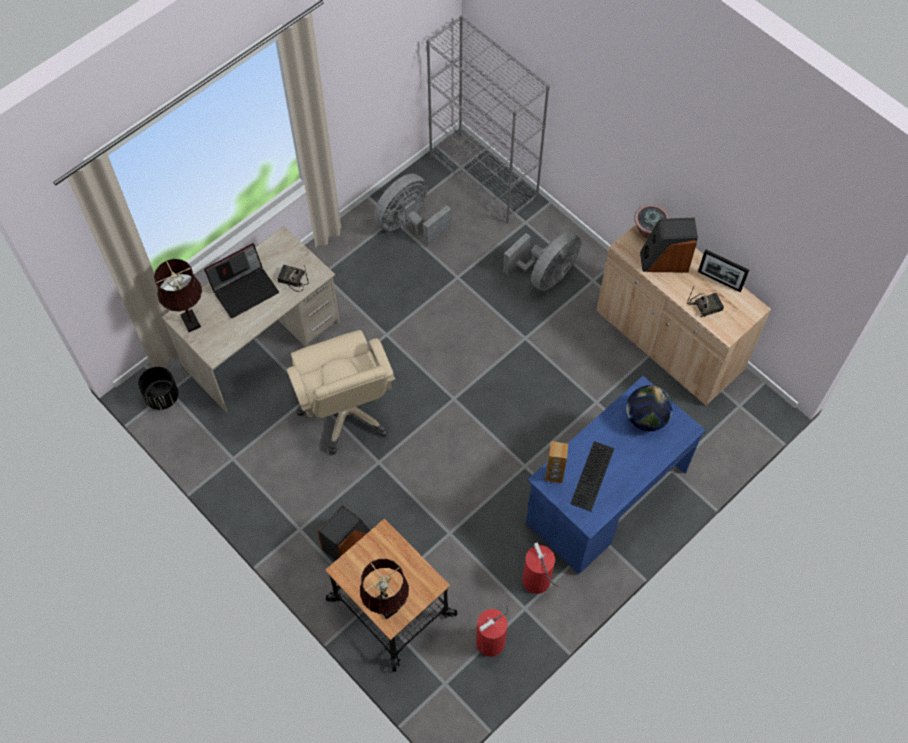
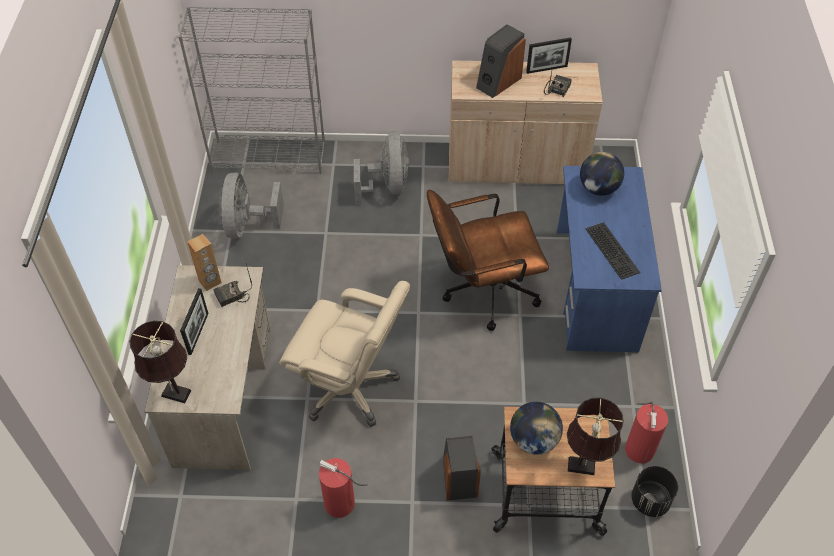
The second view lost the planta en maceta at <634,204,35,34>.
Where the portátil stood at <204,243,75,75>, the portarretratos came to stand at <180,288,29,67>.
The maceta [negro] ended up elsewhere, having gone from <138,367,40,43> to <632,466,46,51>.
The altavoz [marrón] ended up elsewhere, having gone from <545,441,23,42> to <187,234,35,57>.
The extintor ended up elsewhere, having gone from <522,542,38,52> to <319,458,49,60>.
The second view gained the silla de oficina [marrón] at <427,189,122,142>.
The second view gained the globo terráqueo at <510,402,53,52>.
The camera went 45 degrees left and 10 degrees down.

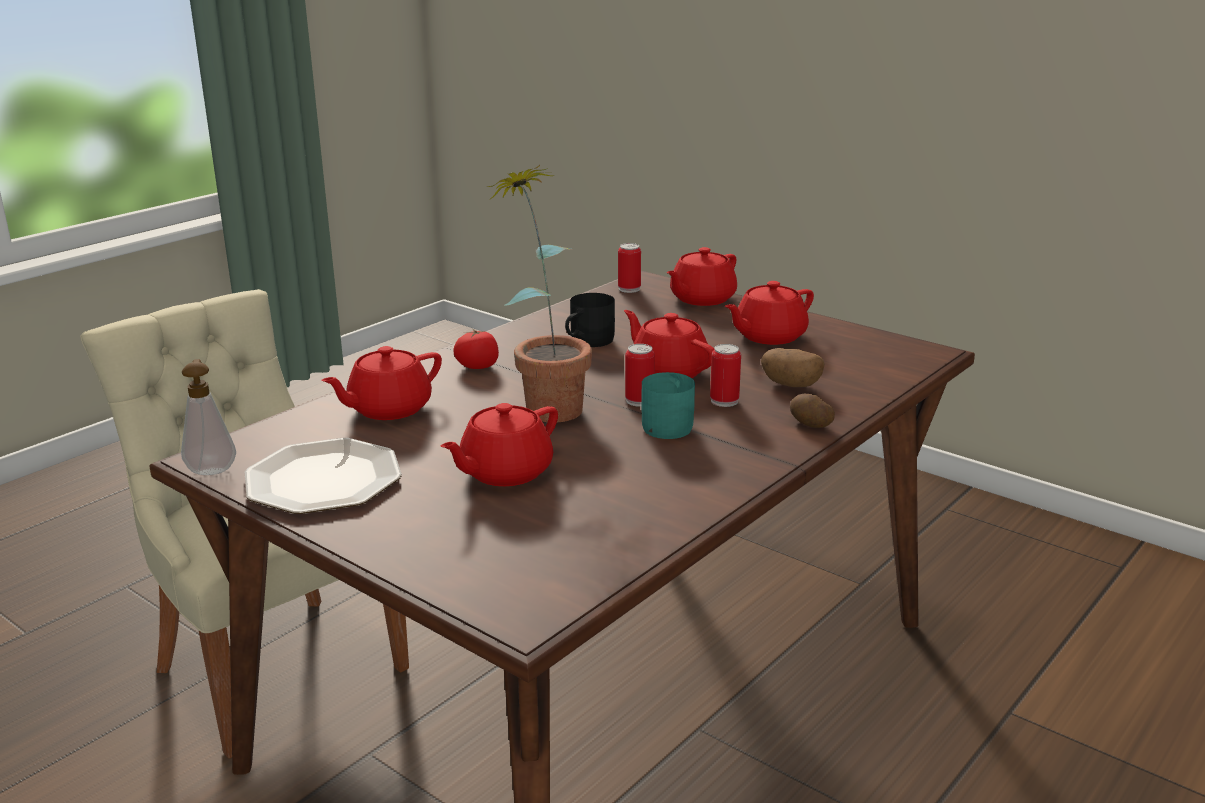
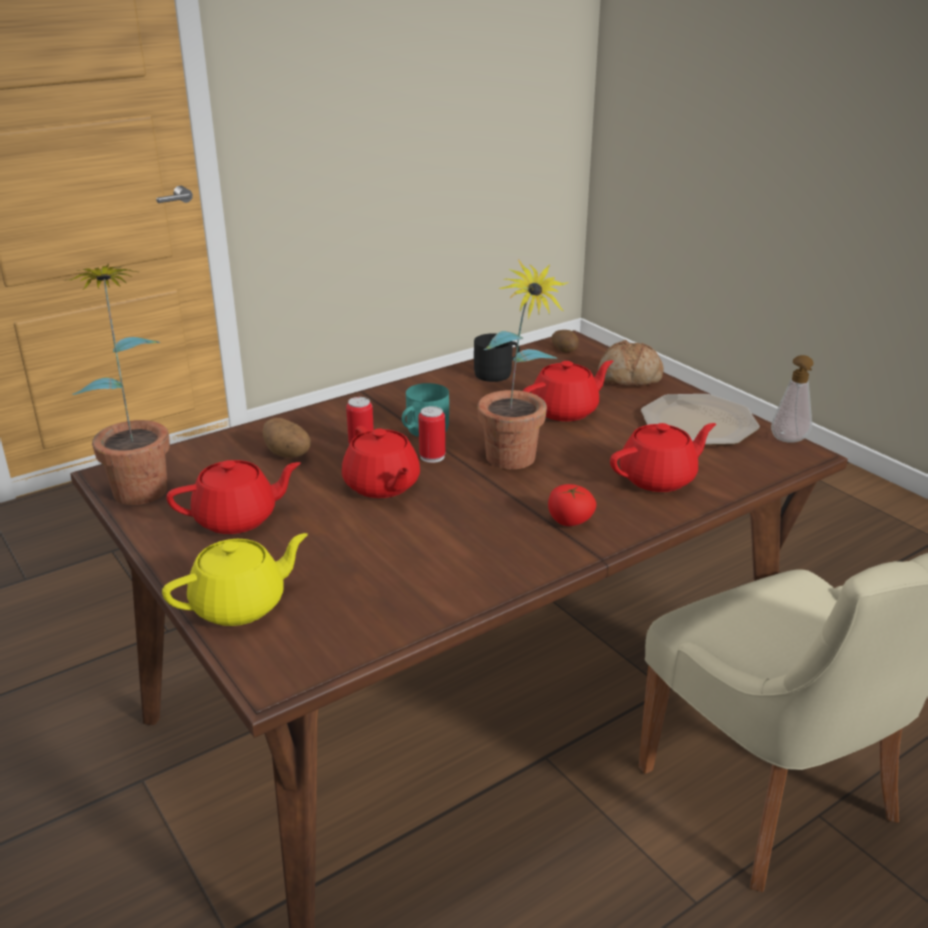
The second view lost the lata at <618,243,23,50>.
What was the tetera [rojo] at <666,247,71,59> turned into the tetera [amarillo] at <162,533,146,93>.
The taza grande [negro] ended up elsewhere, having gone from <565,293,50,54> to <474,333,46,49>.
The patata ended up elsewhere, having gone from <790,394,45,34> to <551,330,28,23>.
The second view gained the planta en maceta at <70,264,100,241>.
The second view gained the pan at <598,340,66,46>.
The camera went 165 degrees left and 5 degrees up.

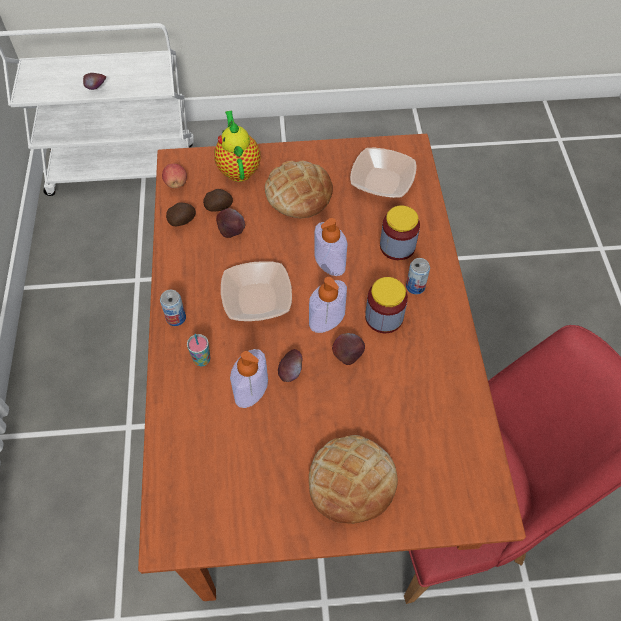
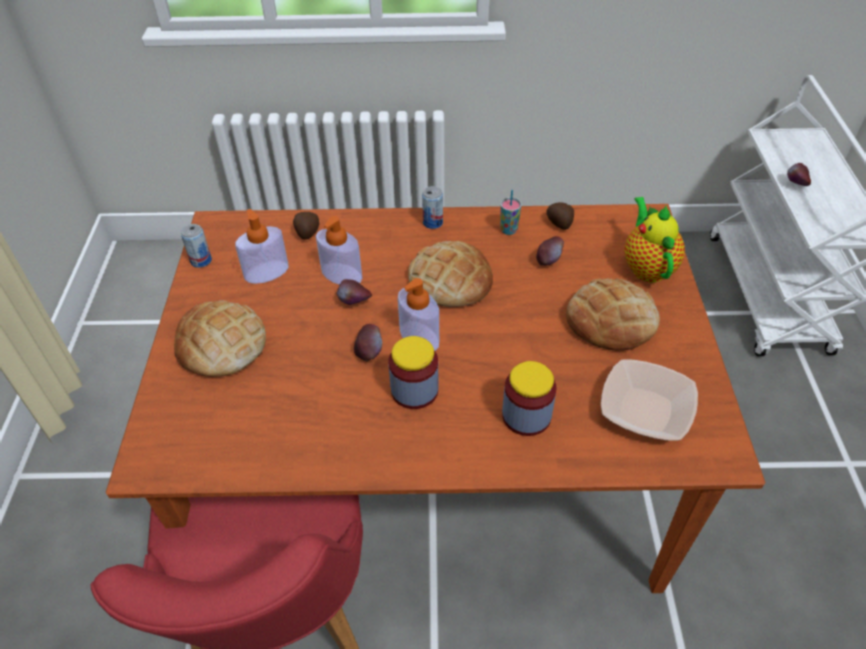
The tetera at <214,111,47,71> ended up facing another way, 90 degrees counterclockwise from before.
The second view lost the manzana at <162,164,25,24>.
The patata ended up elsewhere, having gone from <203,189,30,22> to <293,212,26,28>.
The dispensador de jabón ended up elsewhere, having gone from <314,218,33,58> to <235,209,54,75>.
The lata ended up elsewhere, having gone from <406,258,24,36> to <181,224,31,44>.
Where the cuenco stood at <221,261,71,60>, the pan came to stand at <408,241,85,66>.
The taza ended up elsewhere, having gone from <187,334,23,32> to <500,190,22,45>.
The camera went 95 degrees right and 10 degrees down.

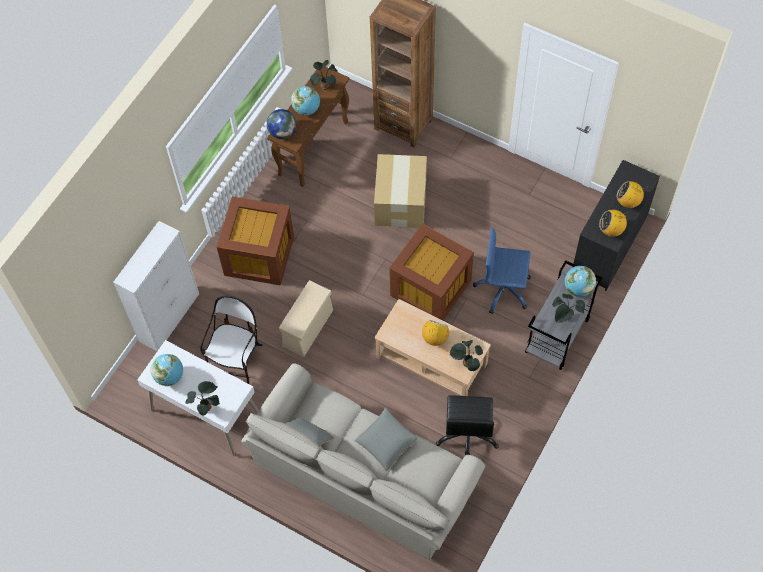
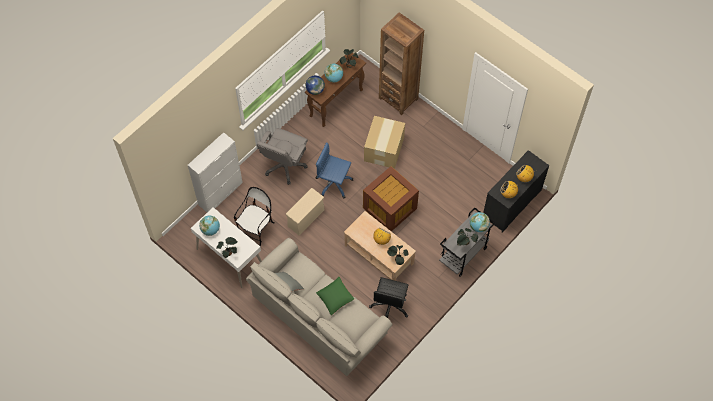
Where the caja de almacenaje [marrón] stood at <217,196,77,90>, the silla de oficina [gris] came to stand at <257,128,51,57>.
The silla de oficina [azul] ended up elsewhere, having gone from <473,228,58,86> to <316,142,37,57>.
What was the cojín [gris] at <355,408,62,63> turned into the cojín [verde] at <316,277,38,38>.
The camera went 10 degrees right and 0 degrees up.

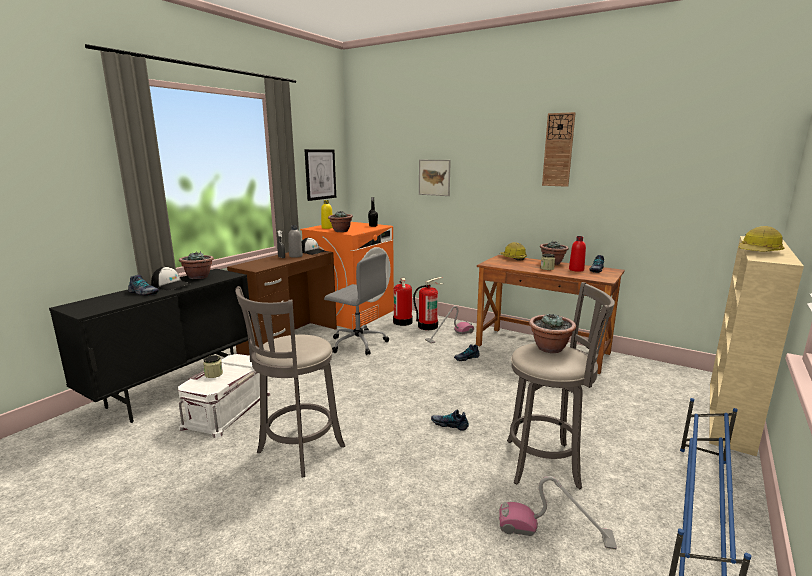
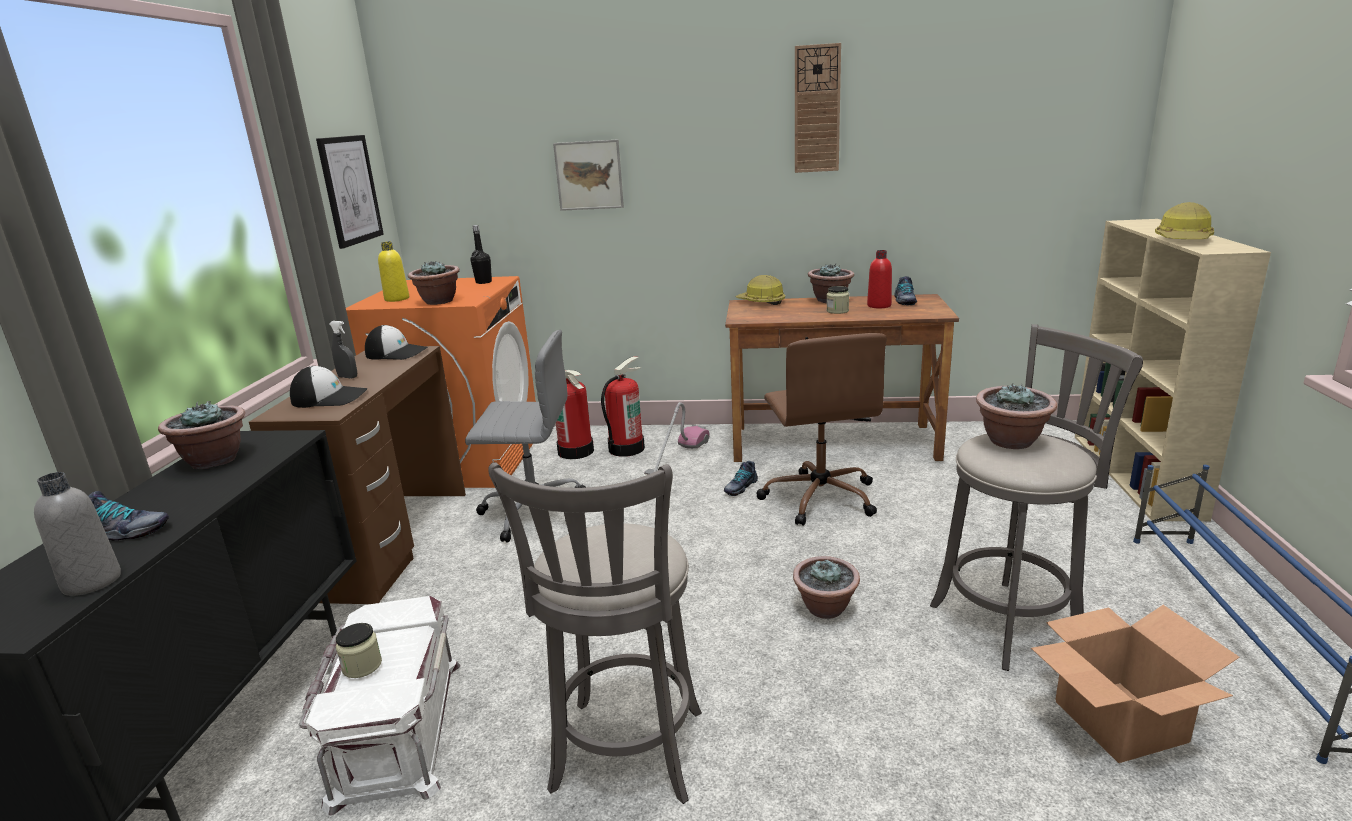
The botella [gris] ended up elsewhere, having gone from <288,225,15,33> to <34,472,87,124>.
The gorra ended up elsewhere, having gone from <151,267,39,23> to <290,366,77,42>.
Where the zapato stood at <431,410,38,21>, the planta en maceta came to stand at <793,556,67,63>.
Where the aspiradora stood at <499,476,118,74>, the caja de cartón came to stand at <1031,605,209,158>.
The second view gained the silla de oficina [marrón] at <756,333,130,193>.
The camera went 25 degrees left and 5 degrees up.

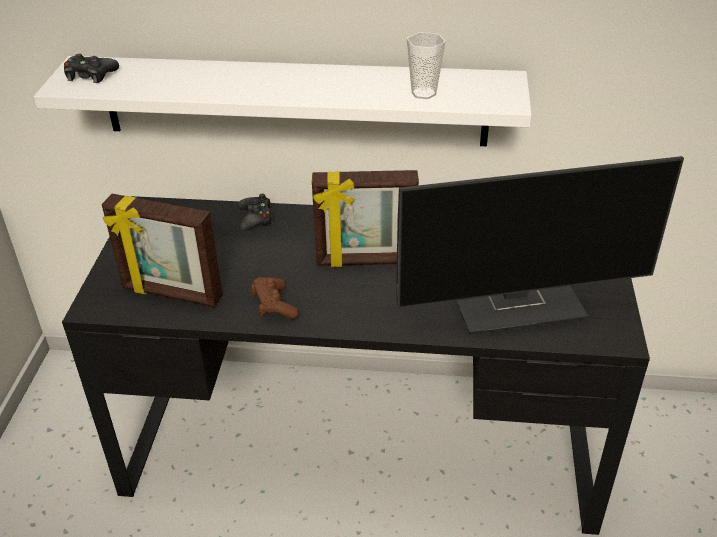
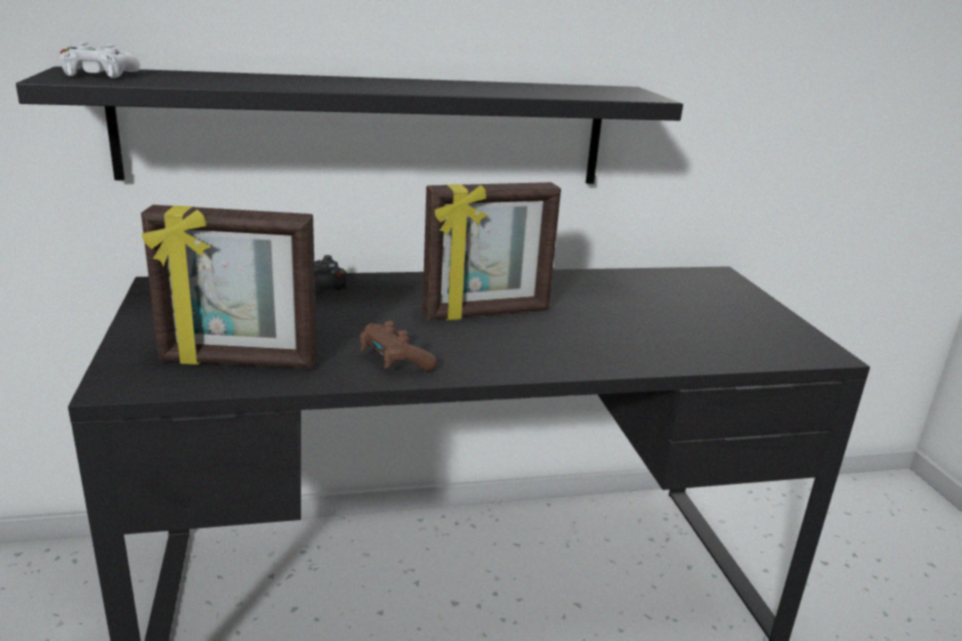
The second view lost the taza at <407,32,39,67>.
What was the mando de consola [negro] at <64,54,55,29> turned into the mando de consola [blanco] at <60,42,80,36>.
What was the estante [blanco] at <34,56,498,90> turned into the estante [negro] at <16,66,667,118>.
The second view lost the monitor at <396,156,288,178>.
The camera went 20 degrees left and 15 degrees down.

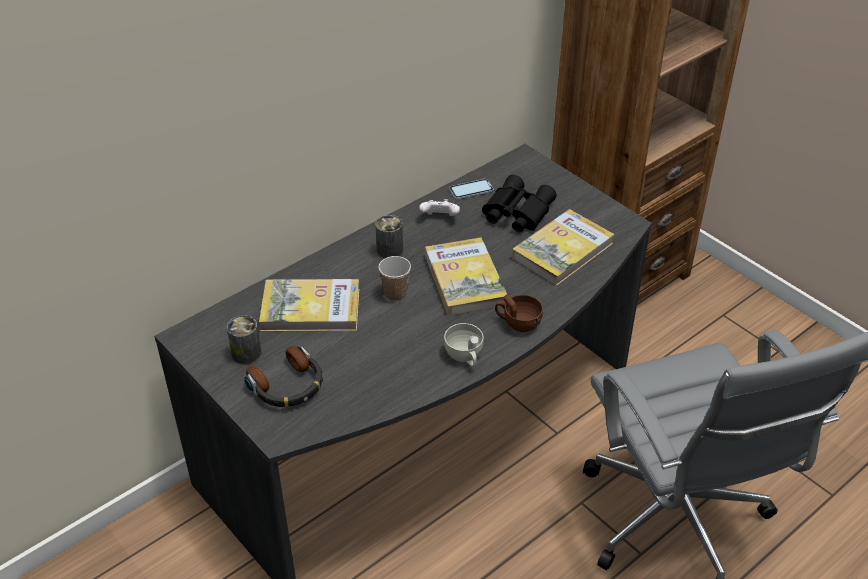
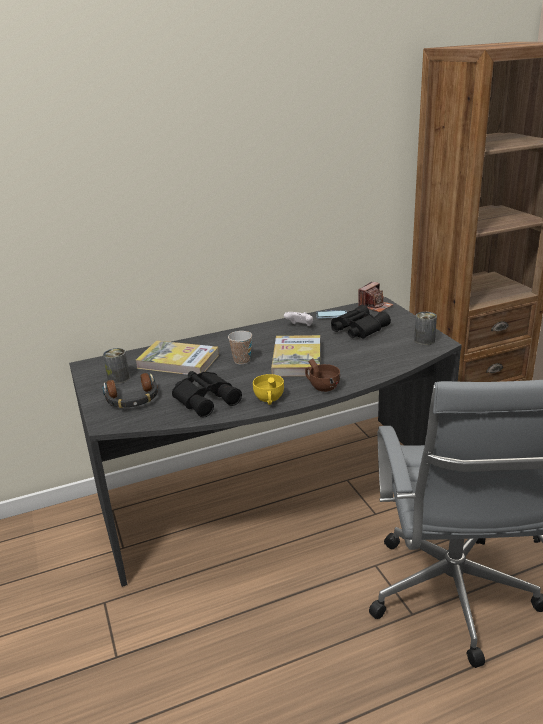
The second view lost the libro at <512,209,103,77>.
The lata ended up elsewhere, having gone from <375,215,28,44> to <414,312,23,33>.
What was the taza [blanco] at <444,323,40,44> turned into the taza [amarillo] at <253,374,31,31>.
The second view gained the cámara at <358,282,36,30>.
The second view gained the prismáticos [negro] at <172,371,70,46>.
The camera went 20 degrees right and 15 degrees down.

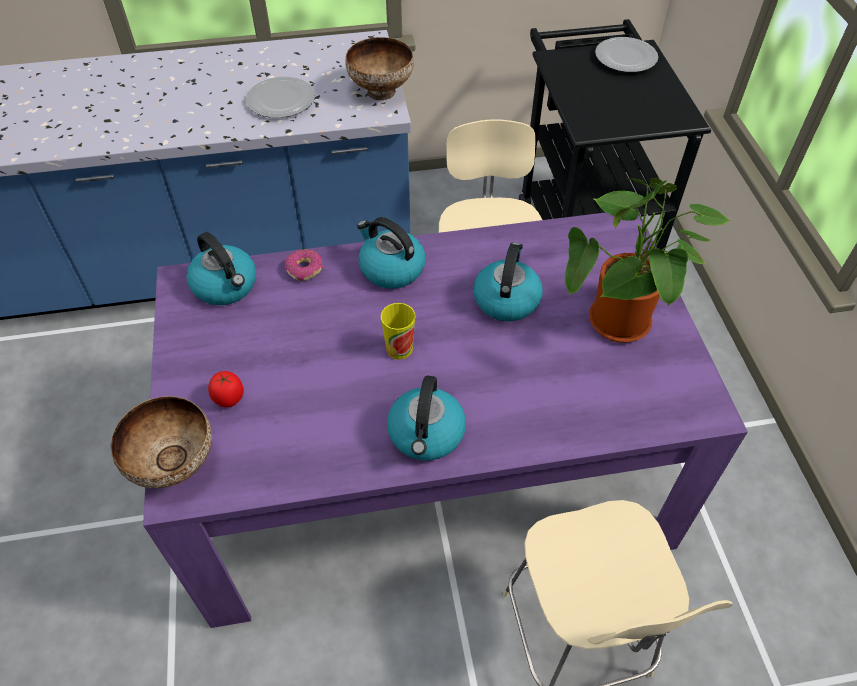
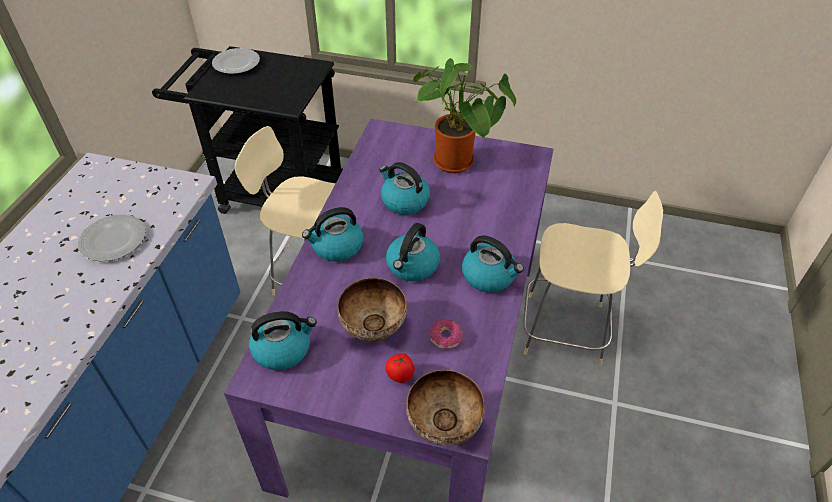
The cuenco ended up elsewhere, having gone from <346,37,68,63> to <337,278,70,63>.
The rosquilla ended up elsewhere, having gone from <285,249,38,32> to <430,320,32,29>.
Where the taza stood at <381,303,34,57>, the hervidor came to stand at <386,223,54,58>.
The camera went 65 degrees left and 5 degrees down.

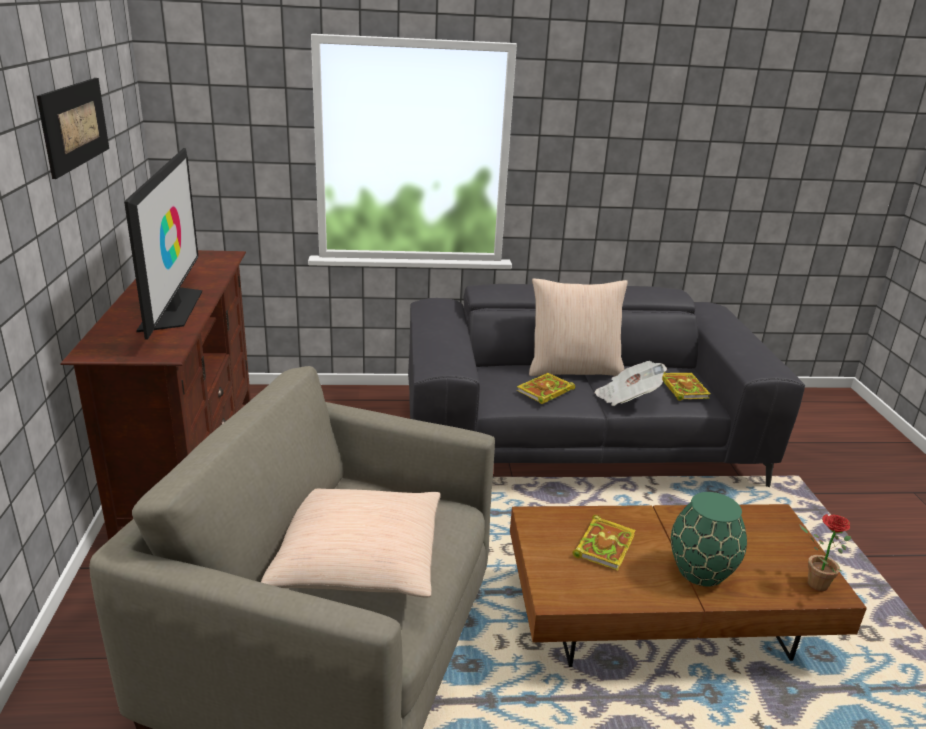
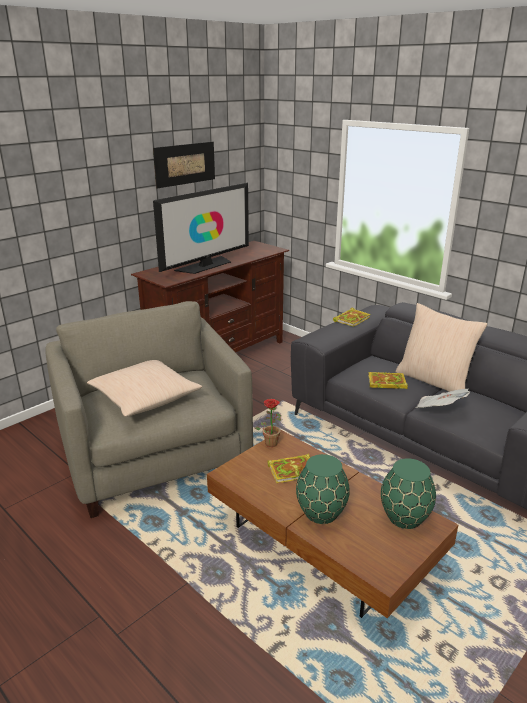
The libro ended up elsewhere, having gone from <662,372,48,29> to <333,308,38,19>.
The planta en maceta ended up elsewhere, having gone from <799,514,52,77> to <255,399,26,48>.
The second view gained the florero [verde] at <381,458,55,71>.
The camera went 50 degrees right and 0 degrees up.

